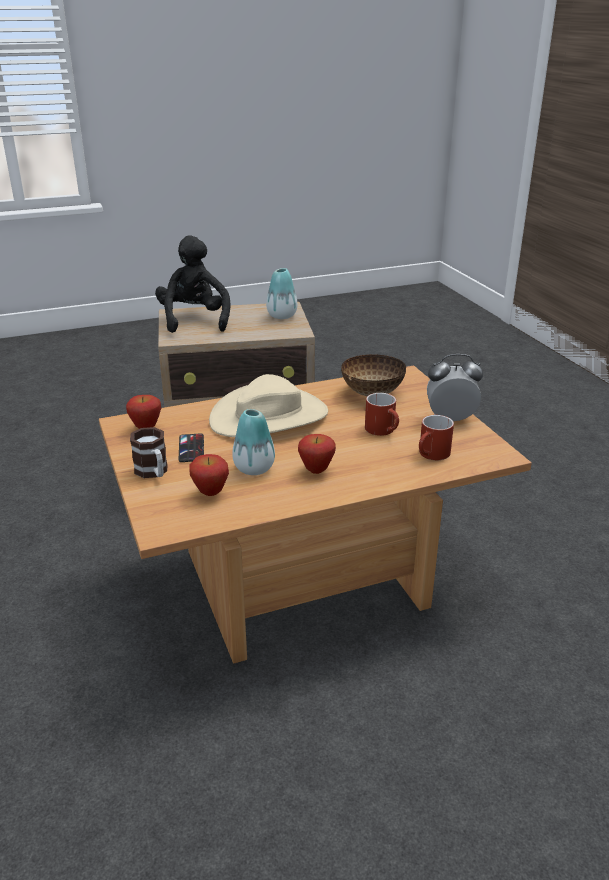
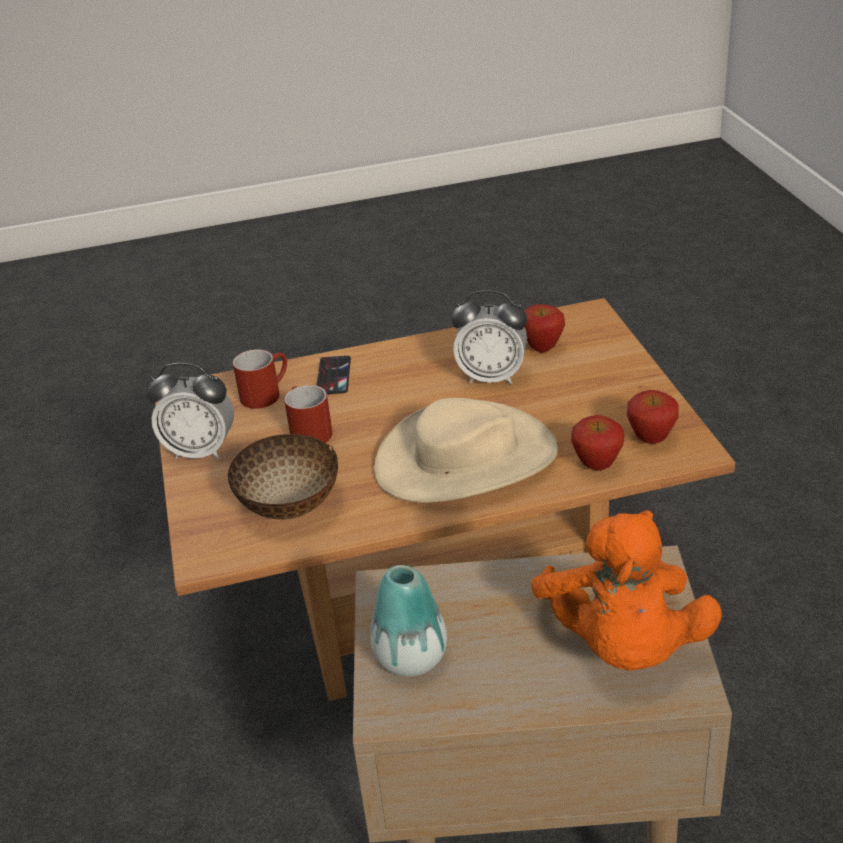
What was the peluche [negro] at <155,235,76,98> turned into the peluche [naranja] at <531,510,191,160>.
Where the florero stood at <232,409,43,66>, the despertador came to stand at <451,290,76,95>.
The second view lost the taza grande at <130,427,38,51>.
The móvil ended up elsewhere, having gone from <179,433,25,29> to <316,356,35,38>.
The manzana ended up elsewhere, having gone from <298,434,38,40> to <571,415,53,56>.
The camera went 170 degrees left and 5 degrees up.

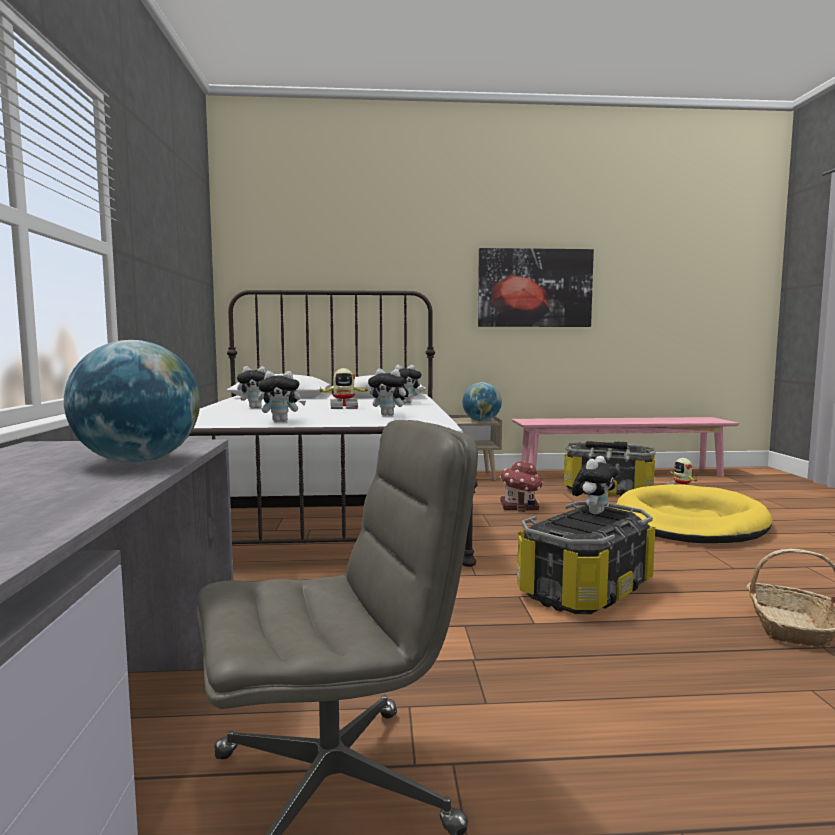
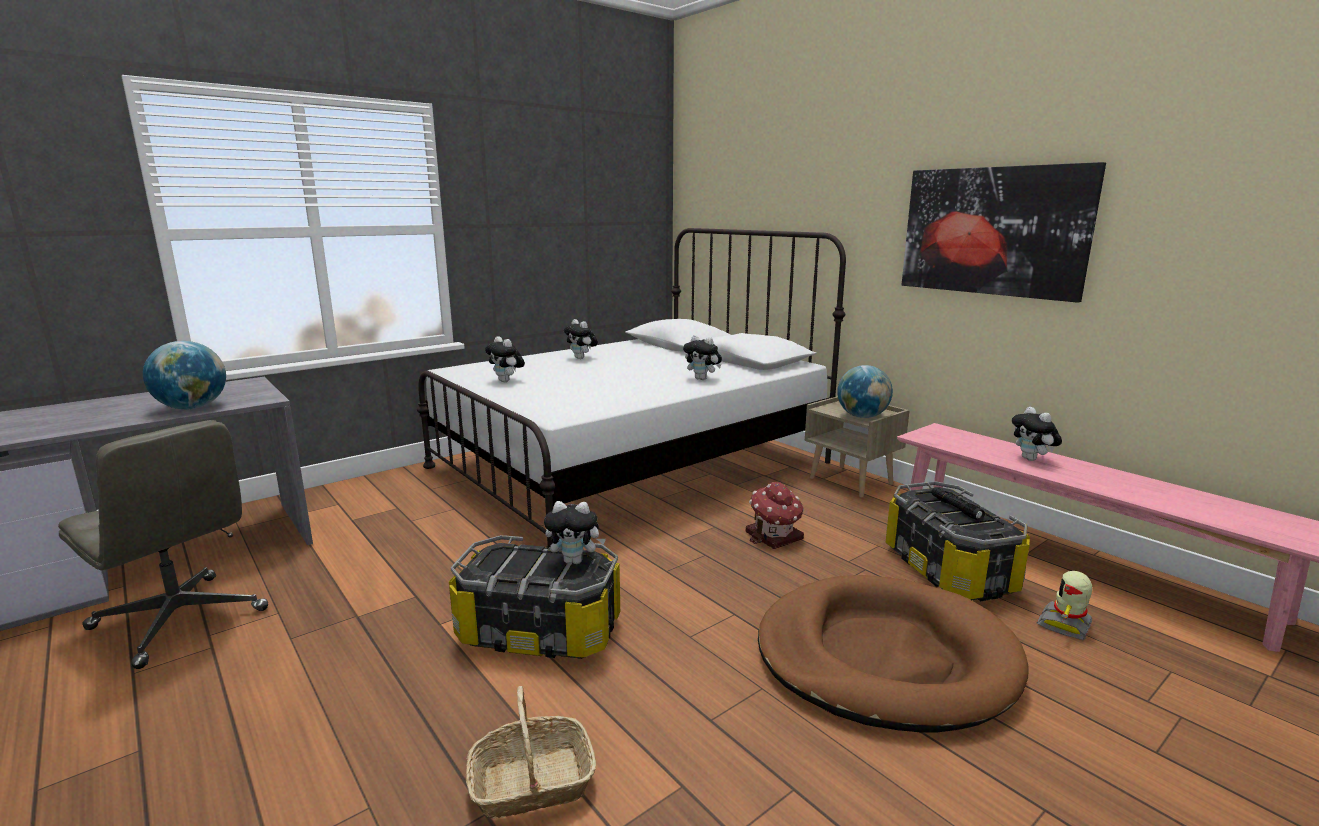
The second view lost the robot de juguete at <317,368,53,41>.
The peluche ended up elsewhere, having gone from <368,369,42,47> to <1012,407,50,54>.
What was the cama para perro [amarillo] at <616,484,157,59> turned into the cama para perro [marrón] at <758,575,271,157>.
The camera went 55 degrees right and 10 degrees up.

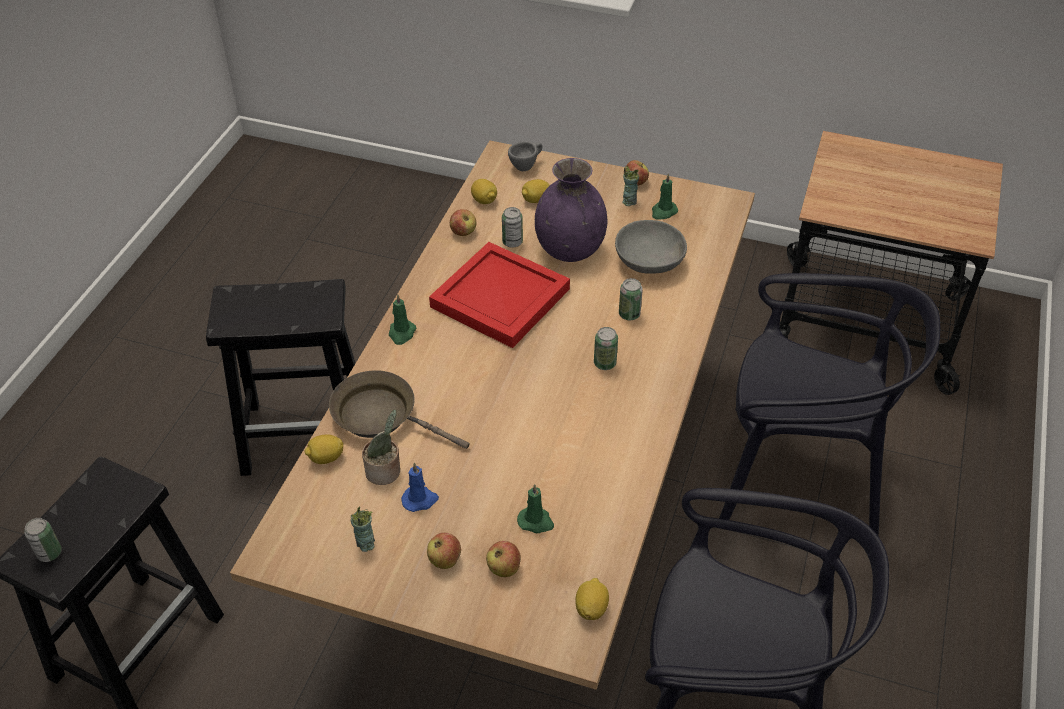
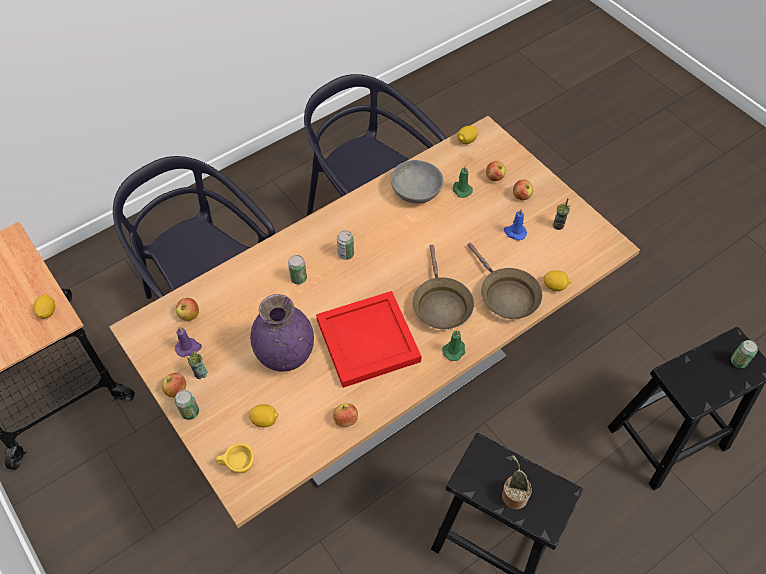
What was the taza [gris] at <508,141,34,30> turned into the taza [amarillo] at <215,443,39,31>.
What was the vela [verde] at <652,173,26,47> turned into the vela [morado] at <175,327,27,30>.
The limón ended up elsewhere, having gone from <471,179,26,25> to <33,294,22,25>.
The lata ended up elsewhere, having gone from <502,207,21,40> to <175,390,24,30>.
The cuenco [gris] ended up elsewhere, having gone from <615,220,72,54> to <391,160,52,44>.
The planta en maceta ended up elsewhere, having gone from <362,409,38,76> to <502,456,30,53>.
The second view gained the sartén [marrón] at <412,245,62,84>.
The second view gained the manzana at <176,298,23,23>.
The camera went 145 degrees left and 10 degrees up.

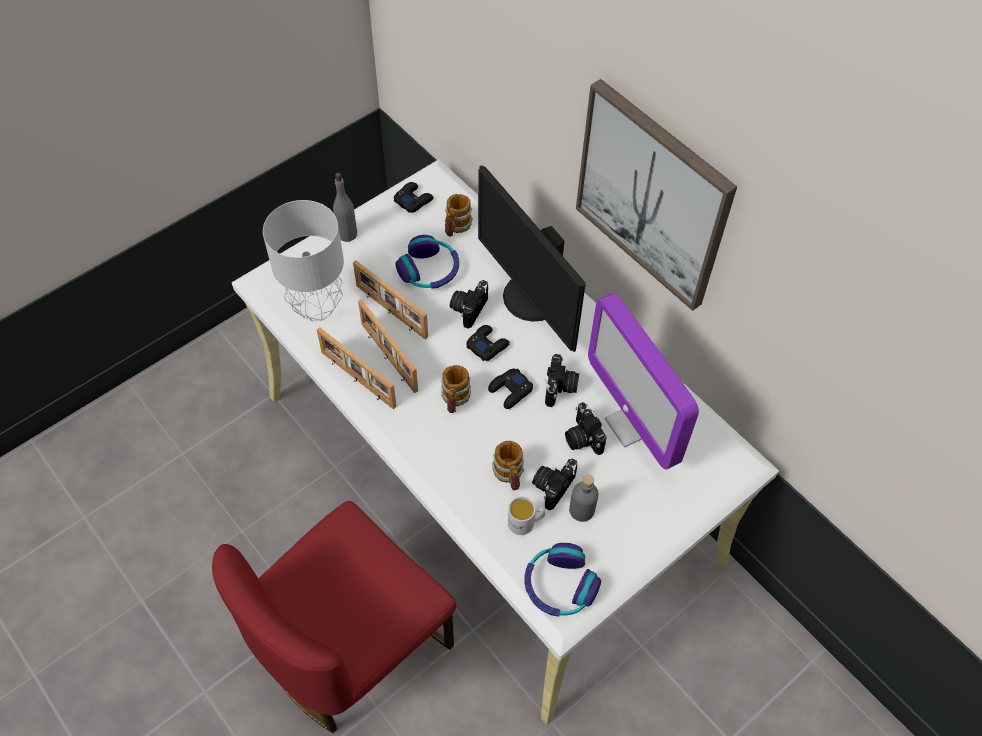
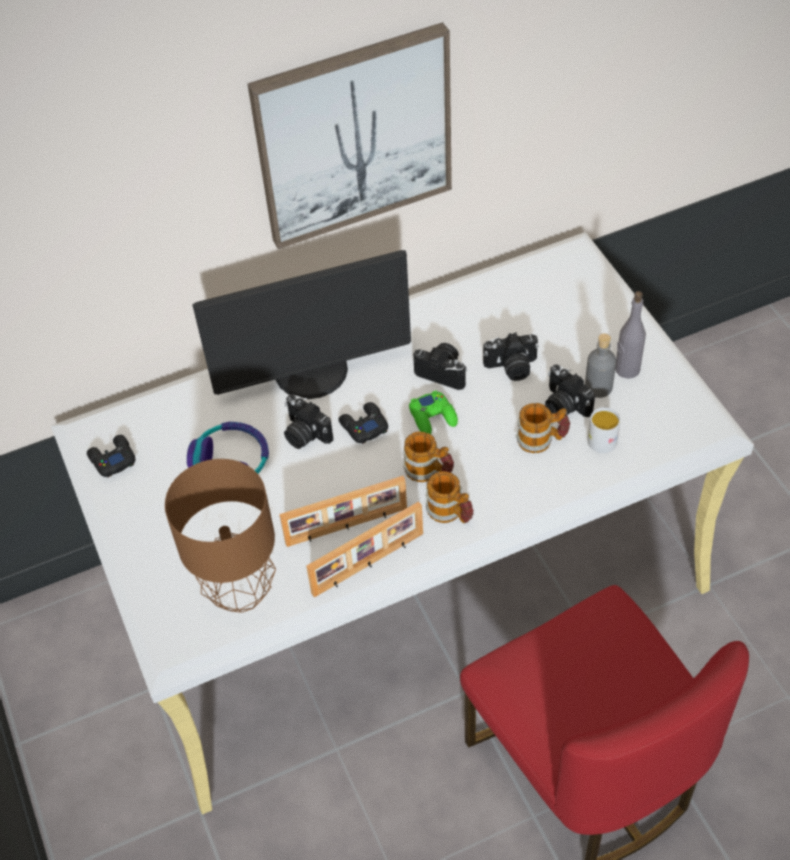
The botella [gris] ended up elsewhere, having gone from <333,173,24,69> to <615,291,31,88>.
The taza grande ended up elsewhere, having gone from <445,194,28,43> to <426,471,48,52>.
What was the lámpara de mesa [gris] at <263,200,81,121> turned into the lámpara de mesa [marrón] at <165,459,111,154>.
The second view lost the portarretratos at <353,260,75,80>.
The second view lost the monitor at <588,293,111,176>.
What was the mando de consola [negro] at <488,368,45,41> turned into the mando de consola [verde] at <409,391,49,43>.
The second view lost the auriculares at <524,543,77,73>.
The camera went 70 degrees left and 5 degrees down.

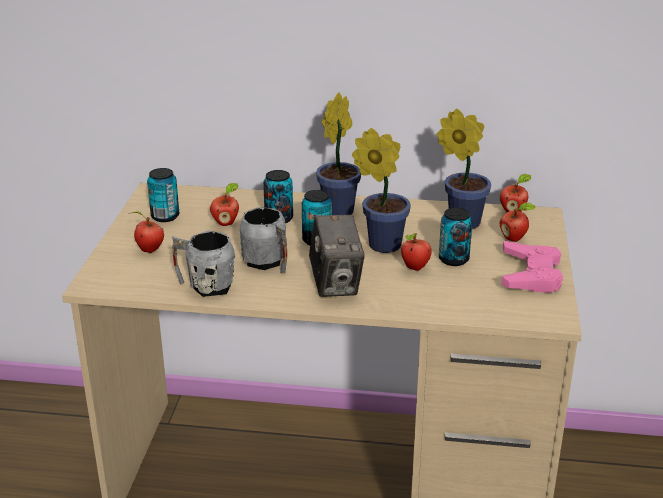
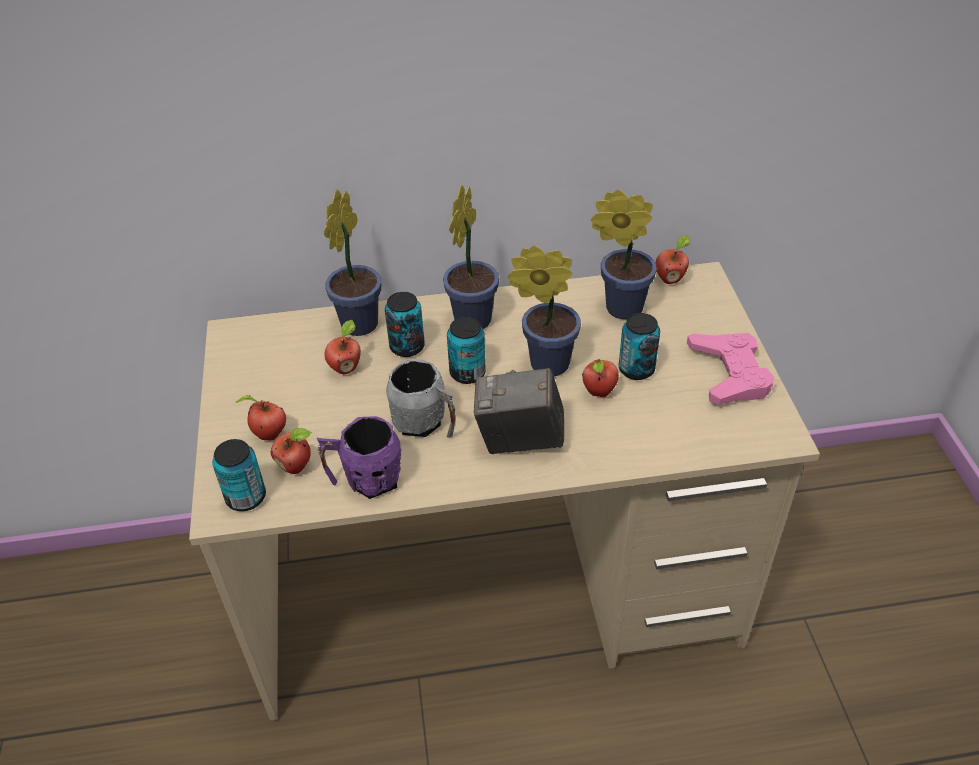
The lata ended up elsewhere, having gone from <147,168,32,54> to <212,439,54,72>.
The manzana ended up elsewhere, having gone from <500,202,36,40> to <271,428,41,46>.
The cámara at <309,215,56,82> ended up facing another way, 120 degrees clockwise from before.
What was the taza grande [gris] at <172,231,63,66> turned into the taza grande [morado] at <317,416,85,83>.
The second view gained the planta en maceta at <324,189,57,147>.
The camera went 15 degrees left and 15 degrees up.

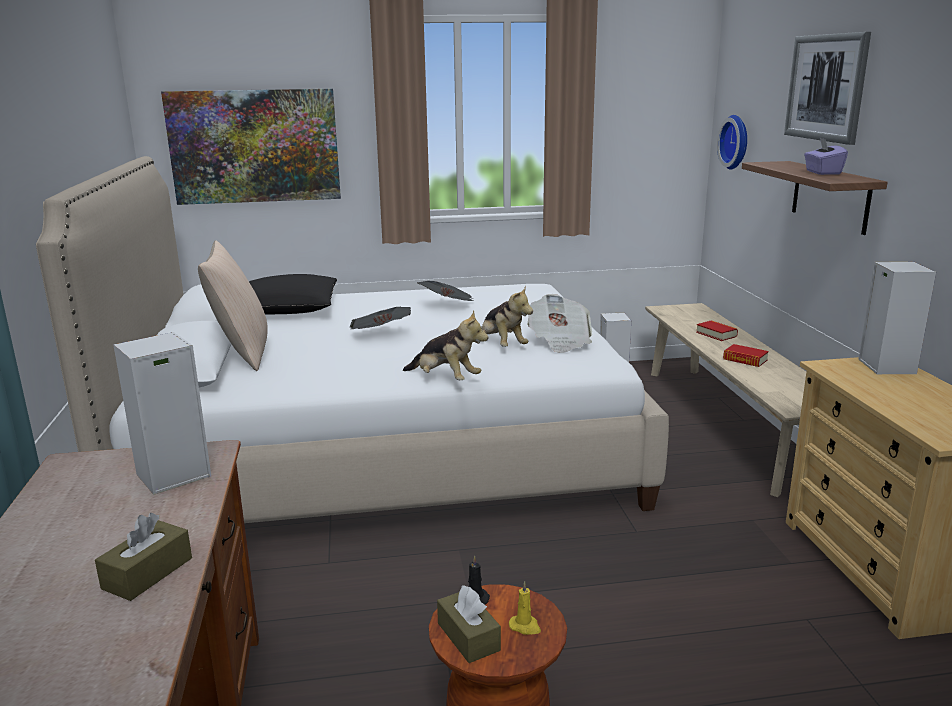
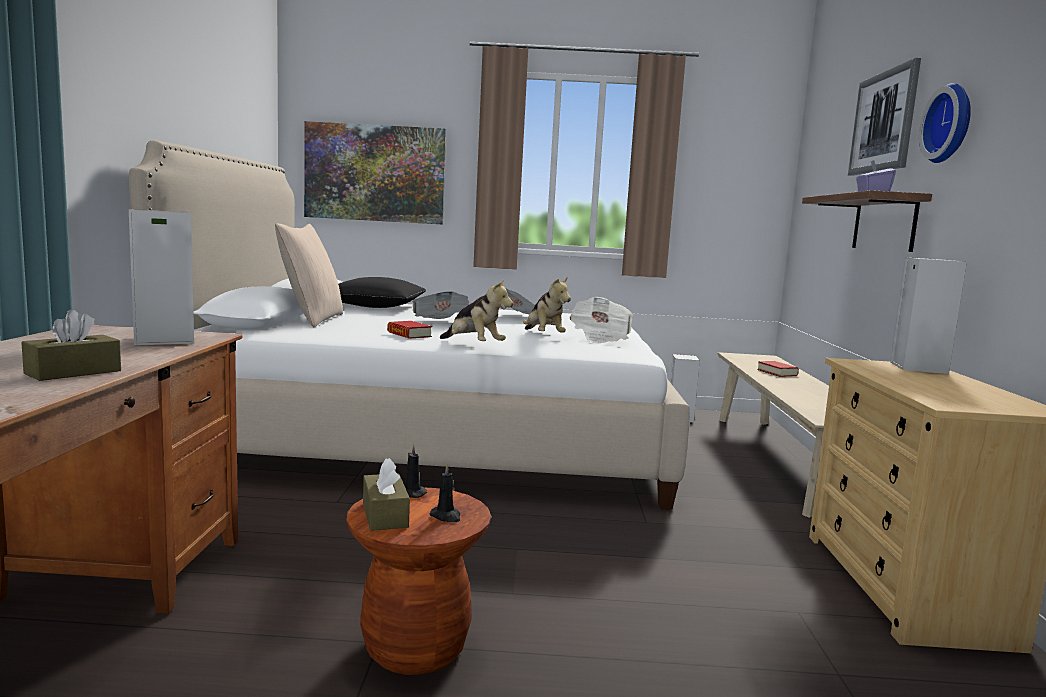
The reloj de pared ended up elsewhere, having gone from <717,115,30,54> to <919,83,52,80>.
The libro ended up elsewhere, having gone from <723,344,46,23> to <387,321,45,18>.
What was the vela [amarillo] at <509,581,32,54> turned into the vela [negro] at <429,463,31,59>.
The camera went 10 degrees right and 10 degrees down.

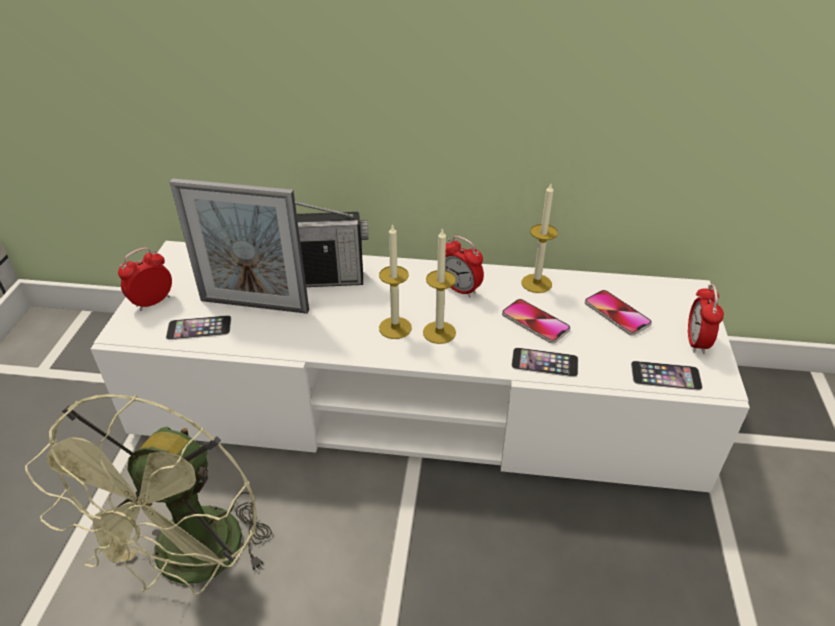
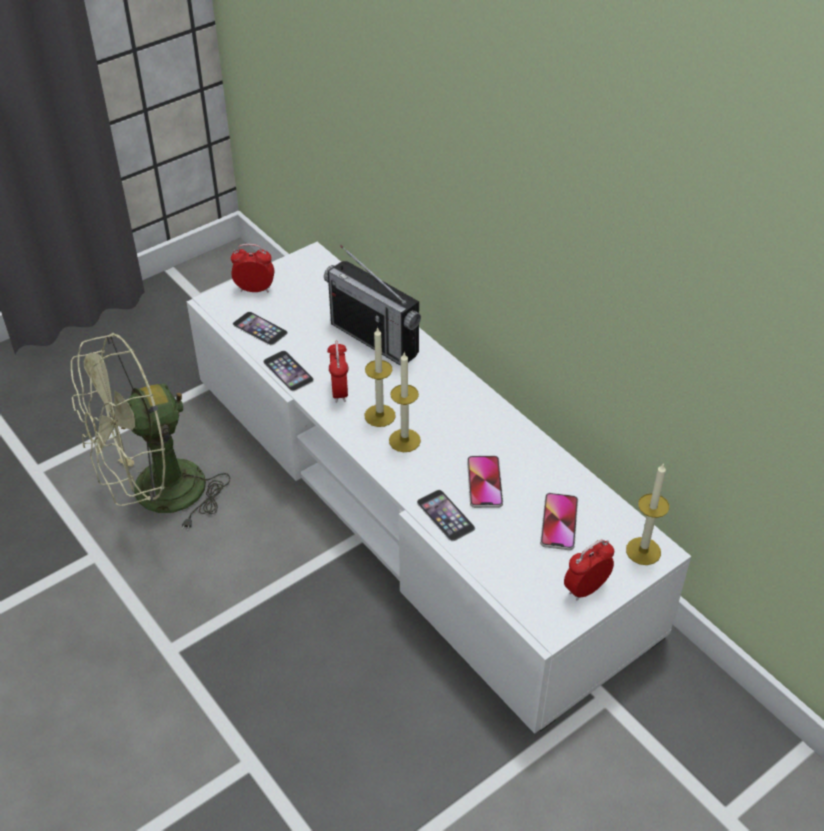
The second view lost the portarretratos at <170,178,139,136>.
The vela ended up elsewhere, having gone from <522,184,36,109> to <626,463,43,102>.
The despertador ended up elsewhere, having gone from <445,236,39,62> to <327,341,21,62>.
The móvil ended up elsewhere, having gone from <631,361,72,29> to <263,351,51,40>.
The camera went 45 degrees right and 5 degrees up.

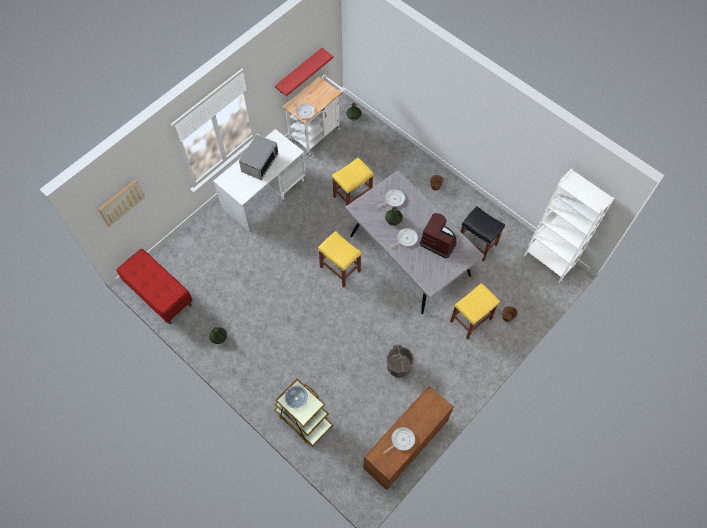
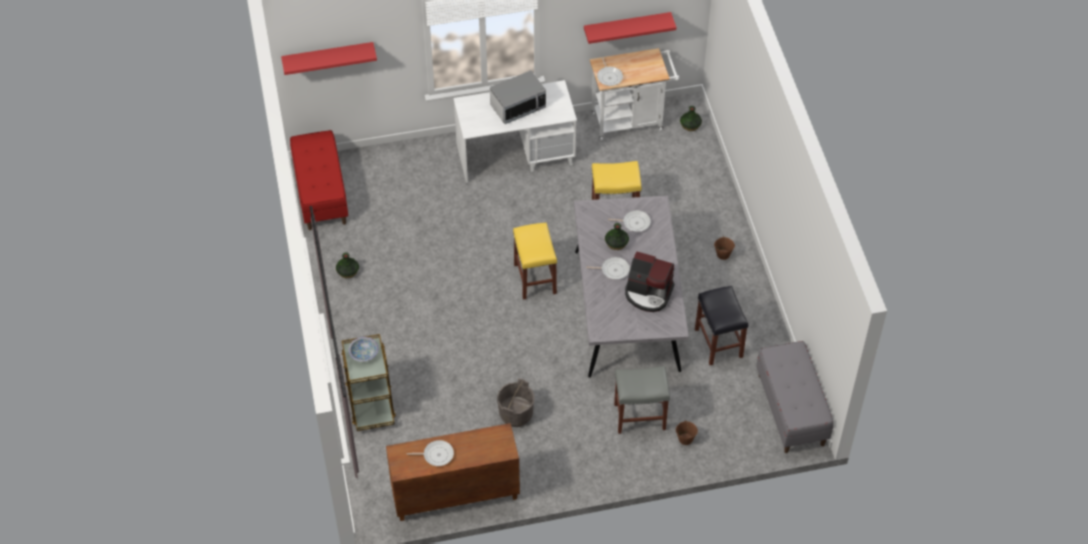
Where the estantería [blanco] stood at <523,168,91,115>, the banco [gris] came to stand at <756,341,78,112>.
Where the cuadro hung at <98,179,47,48>, the estante [rojo] came to hang at <281,42,96,33>.
The cafetera at <420,213,37,45> ended up facing another way, 135 degrees clockwise from before.
What was the taburete [amarillo] at <450,283,50,56> turned into the taburete [gris] at <614,366,56,68>.
The camera went 35 degrees right and 10 degrees down.

